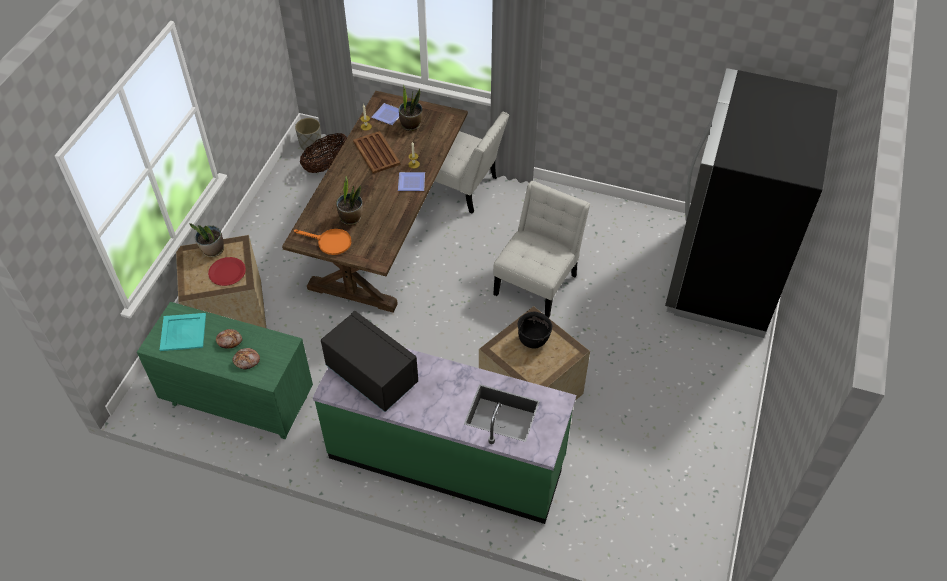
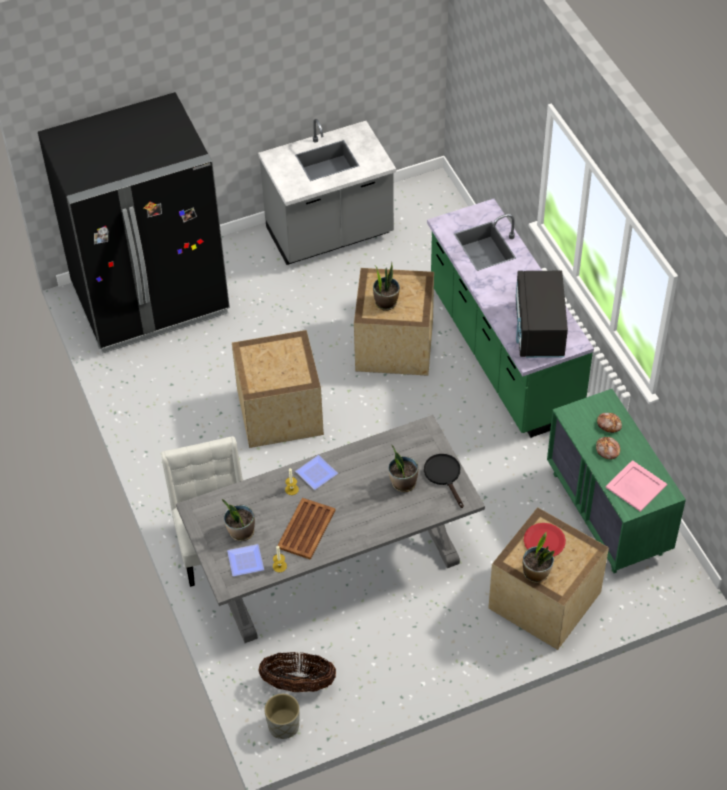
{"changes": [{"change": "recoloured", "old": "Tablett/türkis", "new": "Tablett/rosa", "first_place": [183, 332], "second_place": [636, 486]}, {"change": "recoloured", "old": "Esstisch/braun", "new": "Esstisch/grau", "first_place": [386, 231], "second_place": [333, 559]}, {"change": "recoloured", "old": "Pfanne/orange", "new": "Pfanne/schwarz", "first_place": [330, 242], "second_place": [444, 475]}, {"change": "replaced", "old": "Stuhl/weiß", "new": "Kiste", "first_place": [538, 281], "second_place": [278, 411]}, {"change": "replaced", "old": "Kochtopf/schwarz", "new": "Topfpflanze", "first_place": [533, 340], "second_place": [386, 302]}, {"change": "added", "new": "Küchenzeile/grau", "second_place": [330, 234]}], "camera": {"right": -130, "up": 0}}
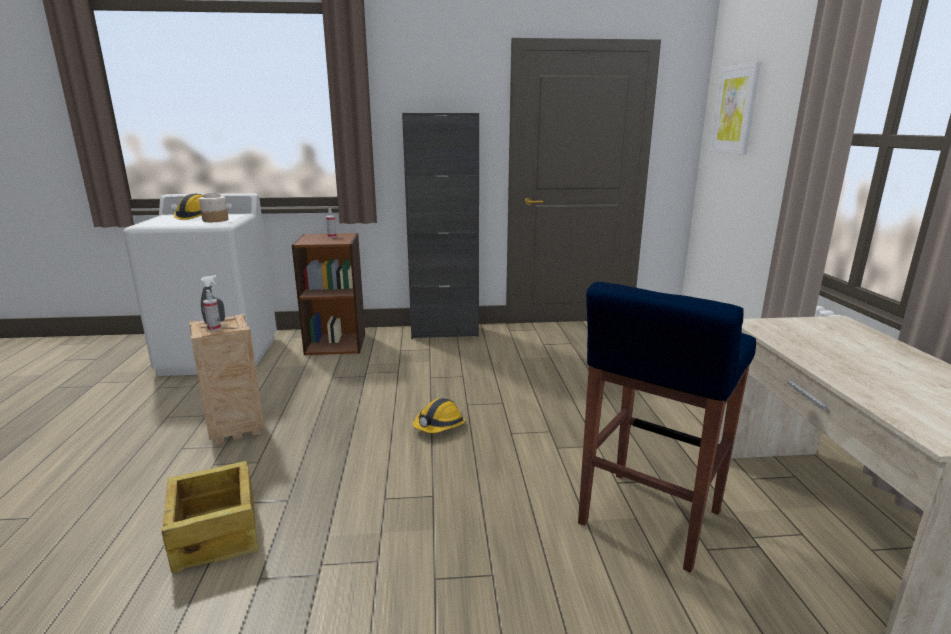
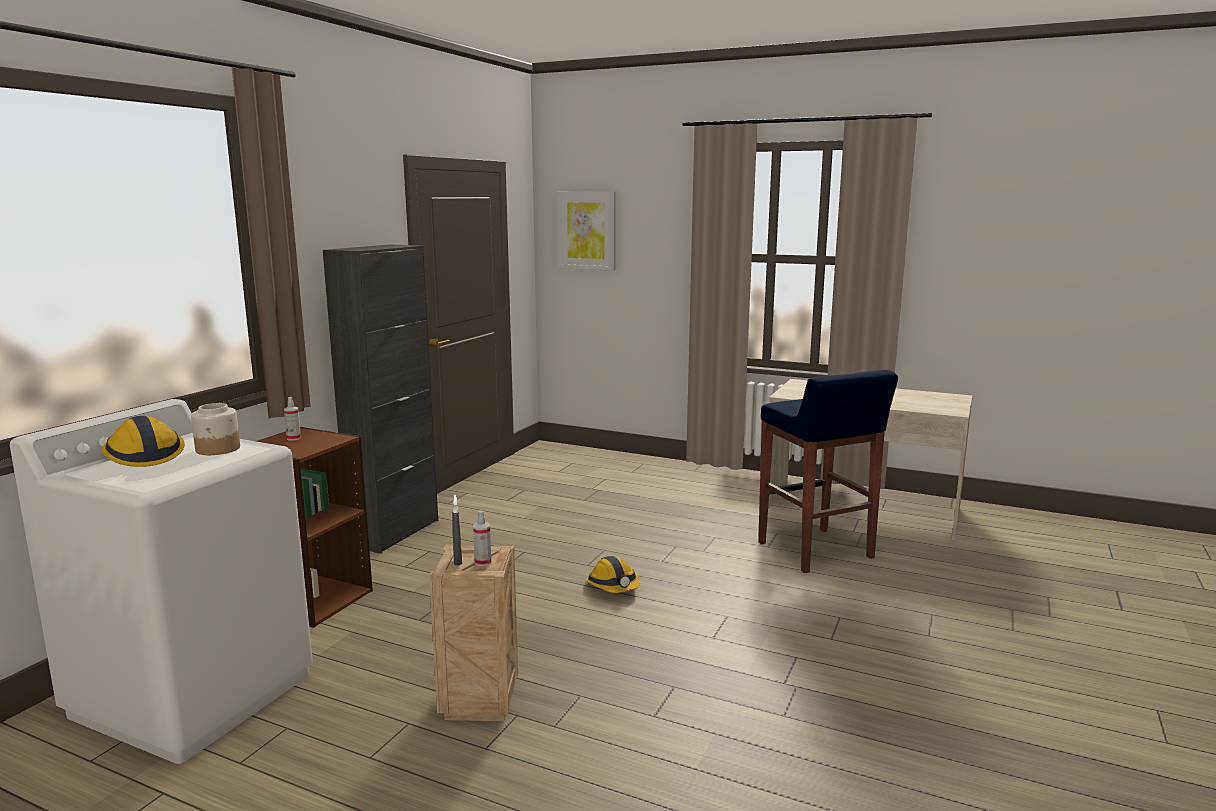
{"changes": [{"change": "removed", "old": "Kiste", "first_place": [217, 532]}], "camera": {"right": -60, "up": -5}}
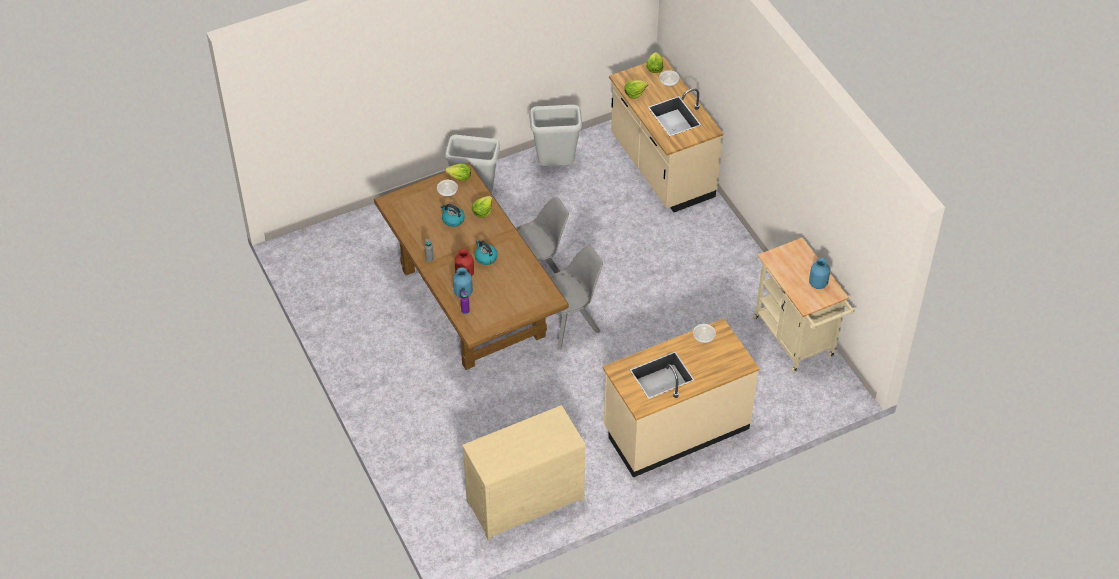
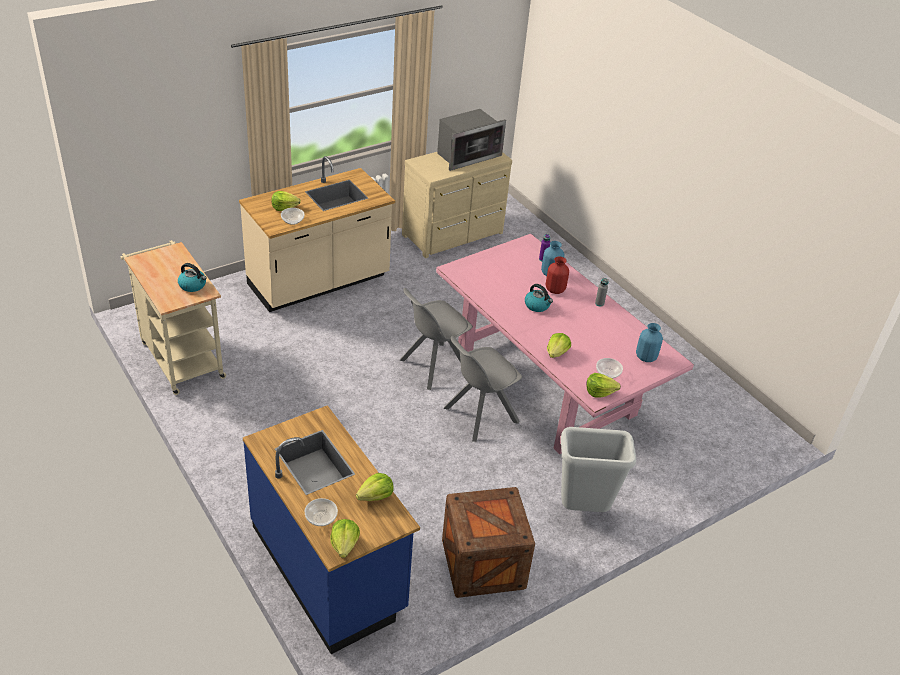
{"changes": [{"change": "recoloured", "old": "Esstisch/braun", "new": "Esstisch/rosa", "first_place": [473, 303], "second_place": [545, 383]}, {"change": "moved", "old": "Wasserkessel", "first_place": [453, 220], "second_place": [193, 285]}, {"change": "replaced", "old": "Mülleimer/grau", "new": "Kiste", "first_place": [556, 165], "second_place": [483, 564]}, {"change": "recoloured", "old": "Küchenzeile/beige", "new": "Küchenzeile/blau", "first_place": [661, 168], "second_place": [329, 568]}, {"change": "moved", "old": "Vase/blau", "first_place": [818, 284], "second_place": [645, 357]}, {"change": "added", "new": "Salatkopf", "second_place": [284, 207]}, {"change": "added", "new": "Mikrowelle", "second_place": [467, 155]}], "camera": {"right": 170, "up": -10}}
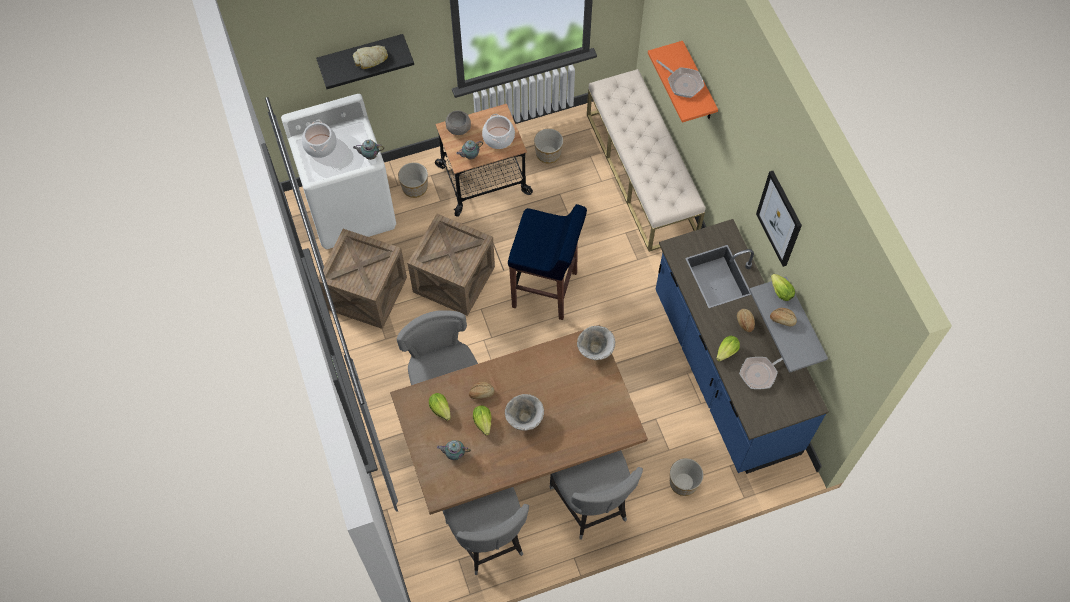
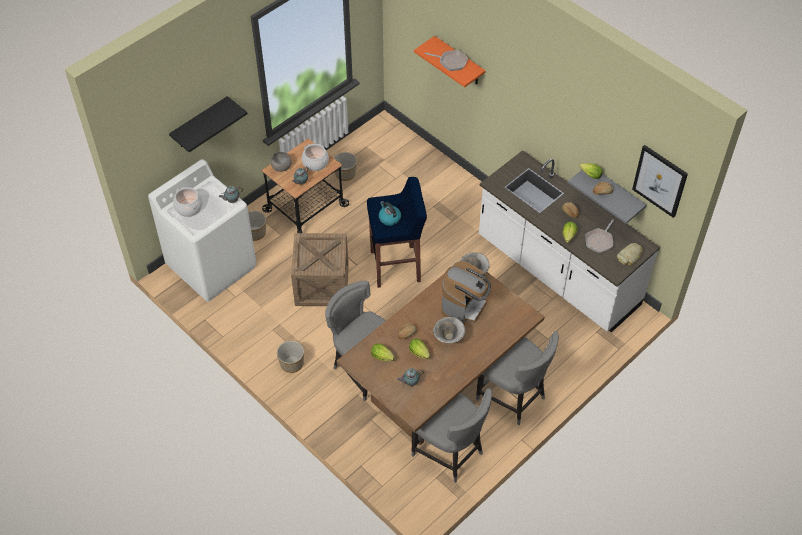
{"changes": [{"change": "removed", "old": "Kiste", "first_place": [366, 293]}, {"change": "moved", "old": "Brot", "first_place": [371, 59], "second_place": [630, 256]}, {"change": "removed", "old": "Bank/beige", "first_place": [641, 174]}, {"change": "recoloured", "old": "Küchenzeile/blau", "new": "Küchenzeile/weiß", "first_place": [724, 373], "second_place": [557, 272]}, {"change": "moved", "old": "Pflanzkübel", "first_place": [683, 483], "second_place": [291, 364]}, {"change": "moved", "old": "Bild", "first_place": [779, 218], "second_place": [660, 180]}, {"change": "added", "new": "Wasserkessel", "second_place": [389, 218]}, {"change": "added", "new": "Kaffeemaschine", "second_place": [464, 306]}], "camera": {"right": -25, "up": -10}}
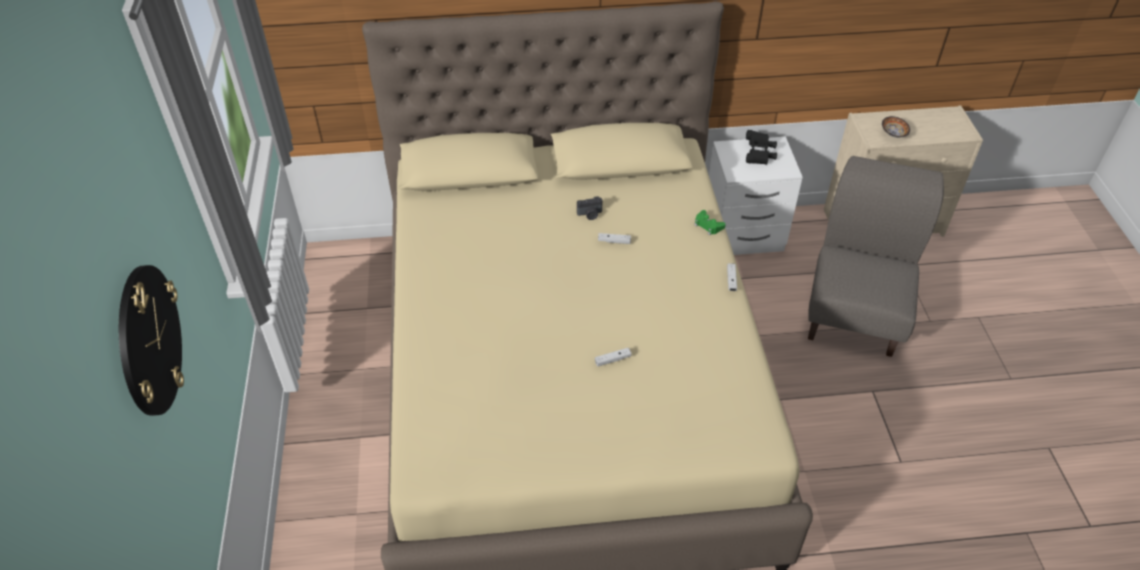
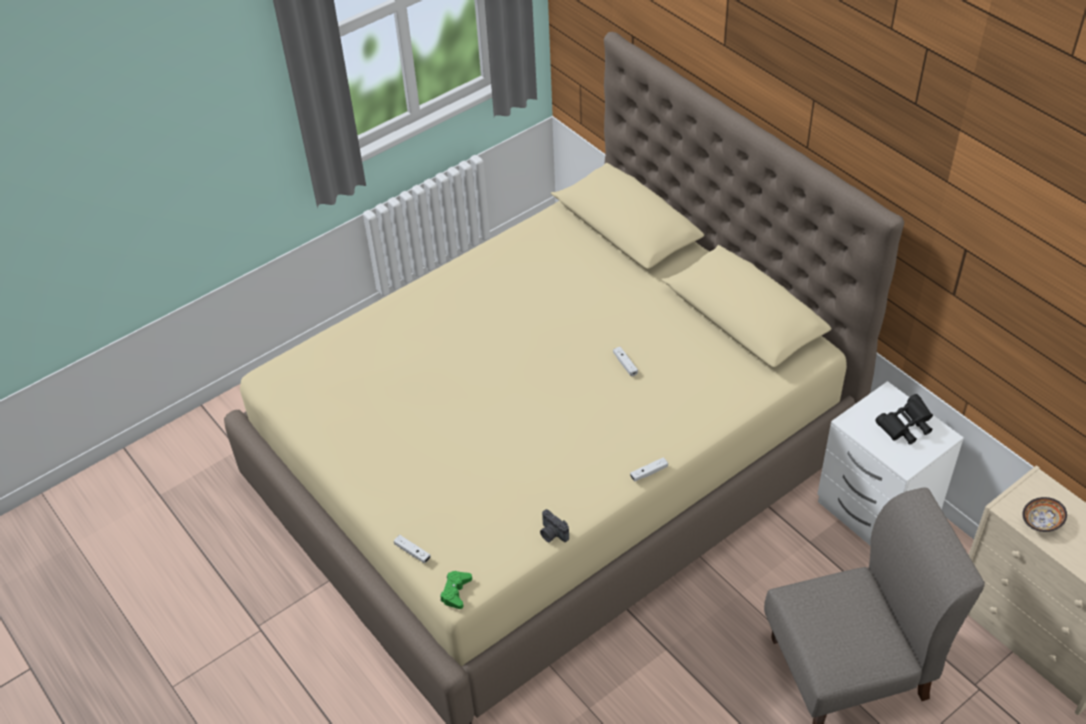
{"changes": [{"change": "removed", "old": "Wanduhr", "first_place": [149, 340]}, {"change": "moved", "old": "Kamera", "first_place": [590, 214], "second_place": [552, 534]}, {"change": "moved", "old": "Gamepad/weiß", "first_place": [612, 360], "second_place": [412, 552]}, {"change": "moved", "old": "Gamepad/grün", "first_place": [708, 225], "second_place": [456, 592]}], "camera": {"right": 60, "up": 0}}
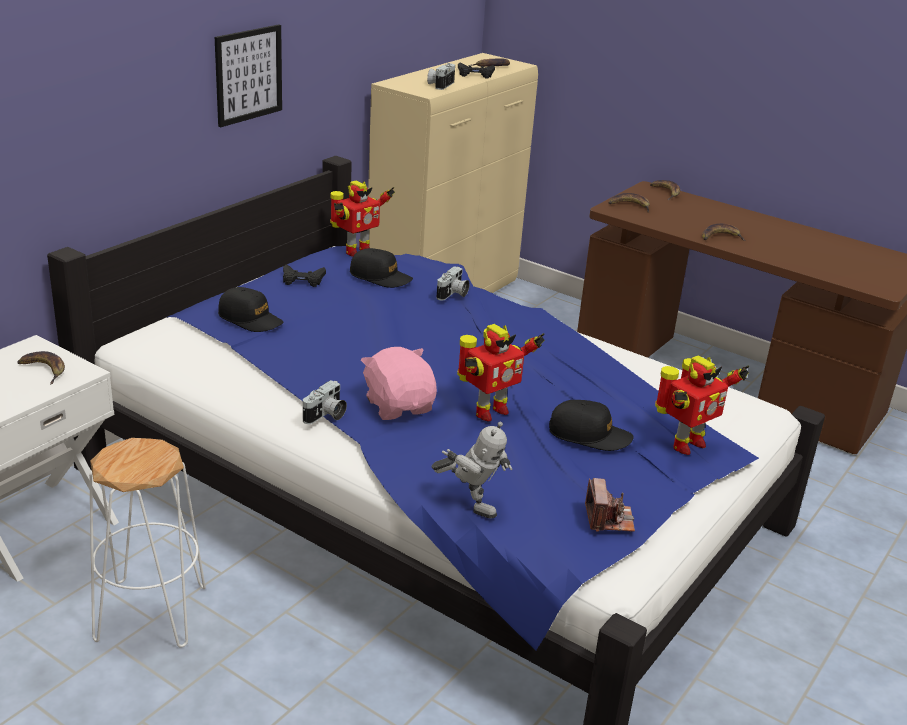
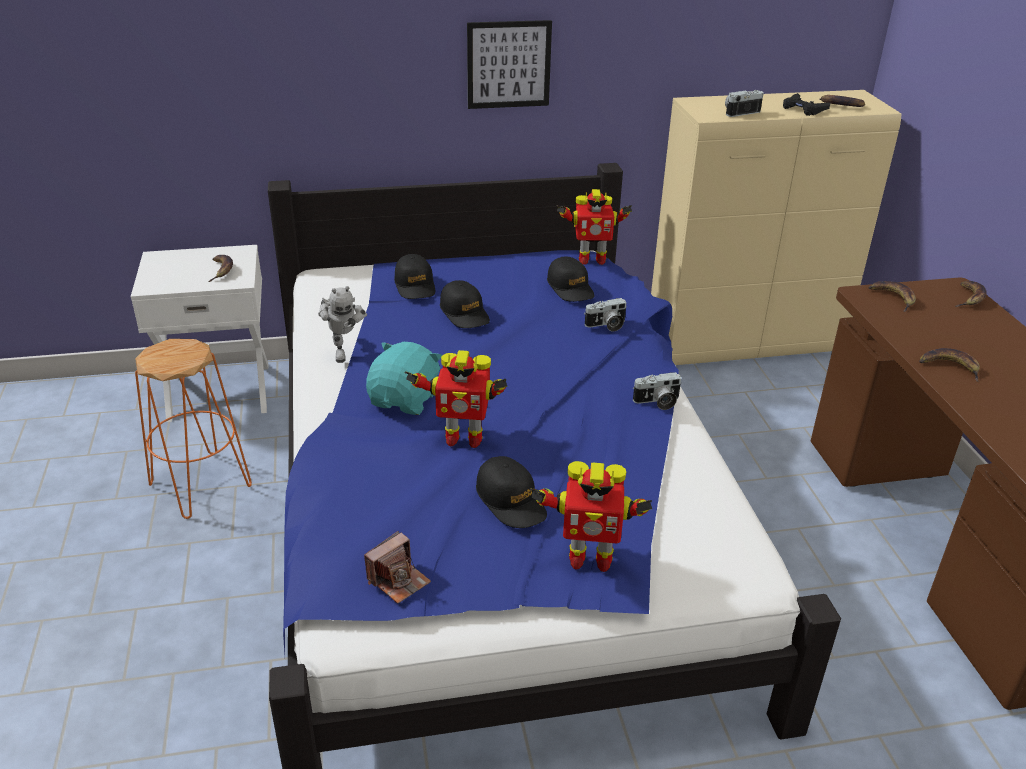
{"changes": [{"change": "recoloured", "old": "Hocker/weiß", "new": "Hocker/orange", "first_place": [151, 612], "second_place": [201, 484]}, {"change": "removed", "old": "Gamepad/schwarz", "first_place": [302, 279]}, {"change": "moved", "old": "Kamera", "first_place": [326, 416], "second_place": [657, 402]}, {"change": "recoloured", "old": "Plüschtier/rosa", "new": "Plüschtier/türkis", "first_place": [399, 406], "second_place": [405, 400]}, {"change": "moved", "old": "Spielzeugroboter", "first_place": [470, 504], "second_place": [343, 351]}, {"change": "added", "new": "Kappe/schwarz", "second_place": [465, 313]}], "camera": {"right": 45, "up": 5}}
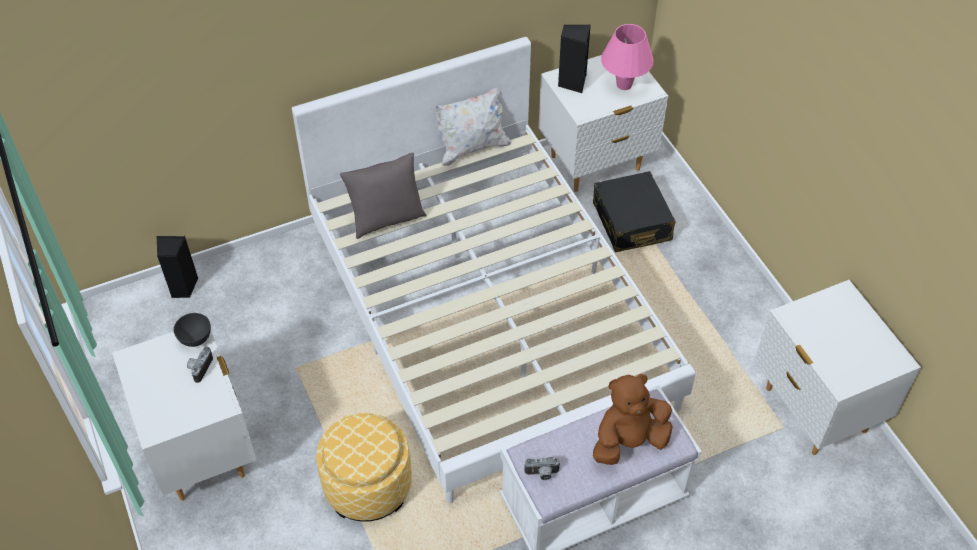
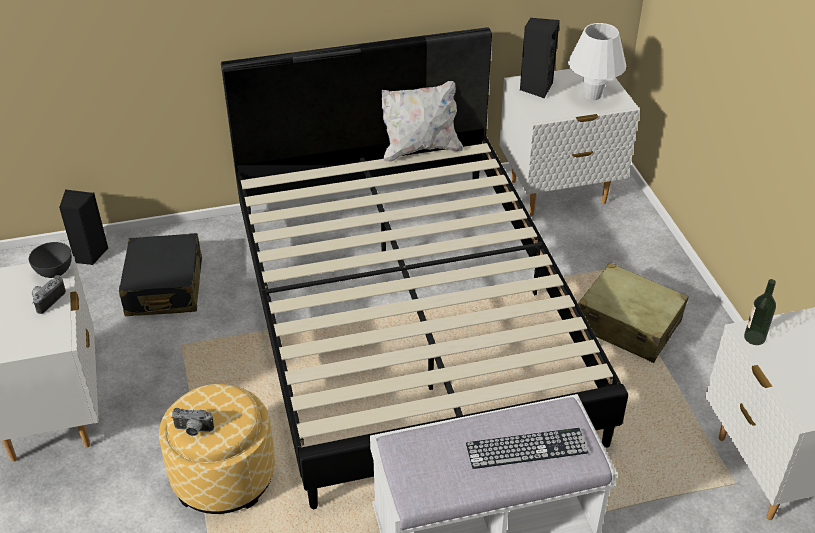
{"changes": [{"change": "recoloured", "old": "Bett/weiß", "new": "Bett/schwarz", "first_place": [489, 313], "second_place": [408, 318]}, {"change": "removed", "old": "Kissen/grau", "first_place": [386, 219]}, {"change": "moved", "old": "Kamera", "first_place": [542, 474], "second_place": [193, 431]}, {"change": "moved", "old": "Koffer/schwarz", "first_place": [631, 222], "second_place": [164, 288]}, {"change": "replaced", "old": "Plüschtier/braun", "new": "Tastatur", "first_place": [628, 441], "second_place": [526, 448]}, {"change": "recoloured", "old": "Tischlampe/rosa", "new": "Tischlampe/weiß", "first_place": [624, 85], "second_place": [592, 95]}, {"change": "added", "new": "Koffer/beige", "second_place": [627, 324]}, {"change": "added", "new": "Flasche", "second_place": [754, 338]}], "camera": {"right": 10, "up": -10}}
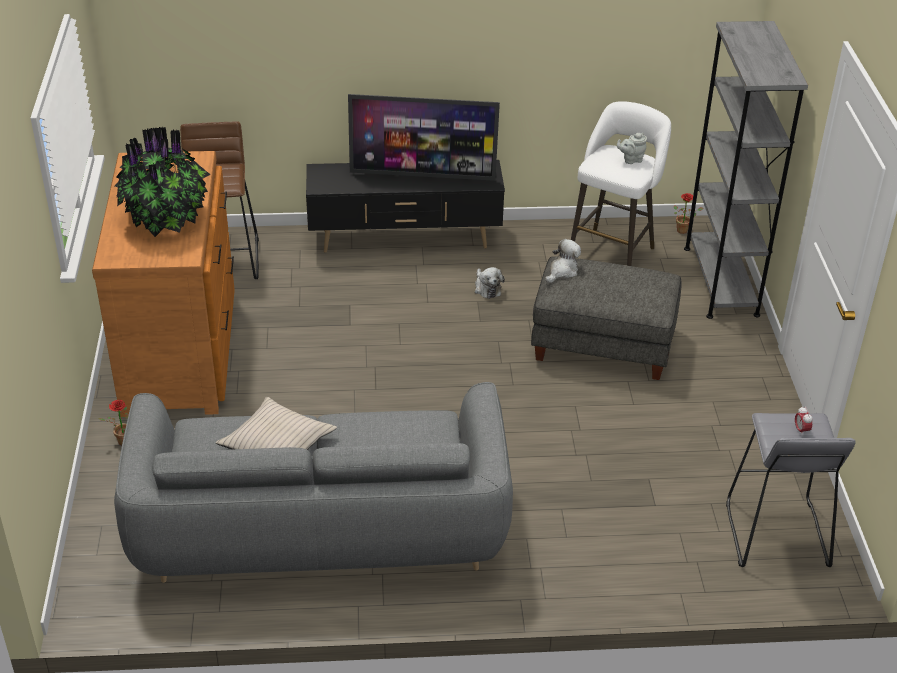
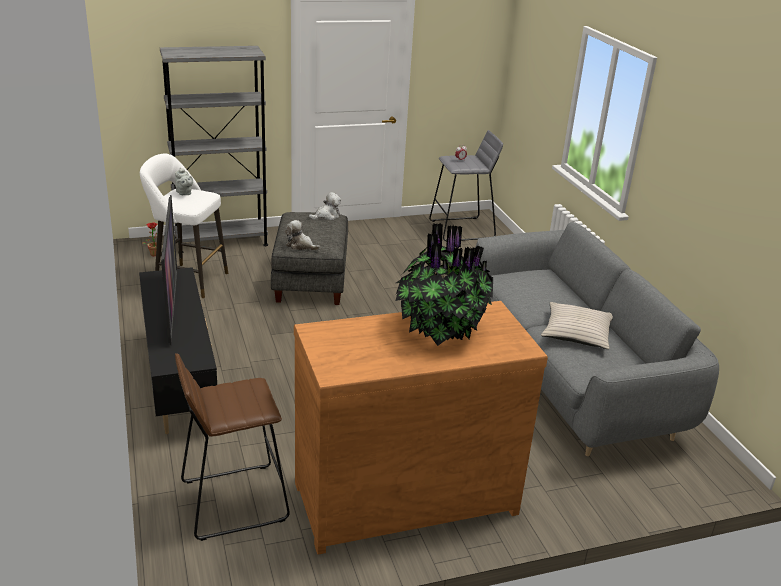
{"changes": [{"change": "removed", "old": "Topfpflanze", "first_place": [121, 442]}, {"change": "moved", "old": "Plüschtier", "first_place": [487, 288], "second_place": [326, 216]}], "camera": {"right": -105, "up": -10}}
